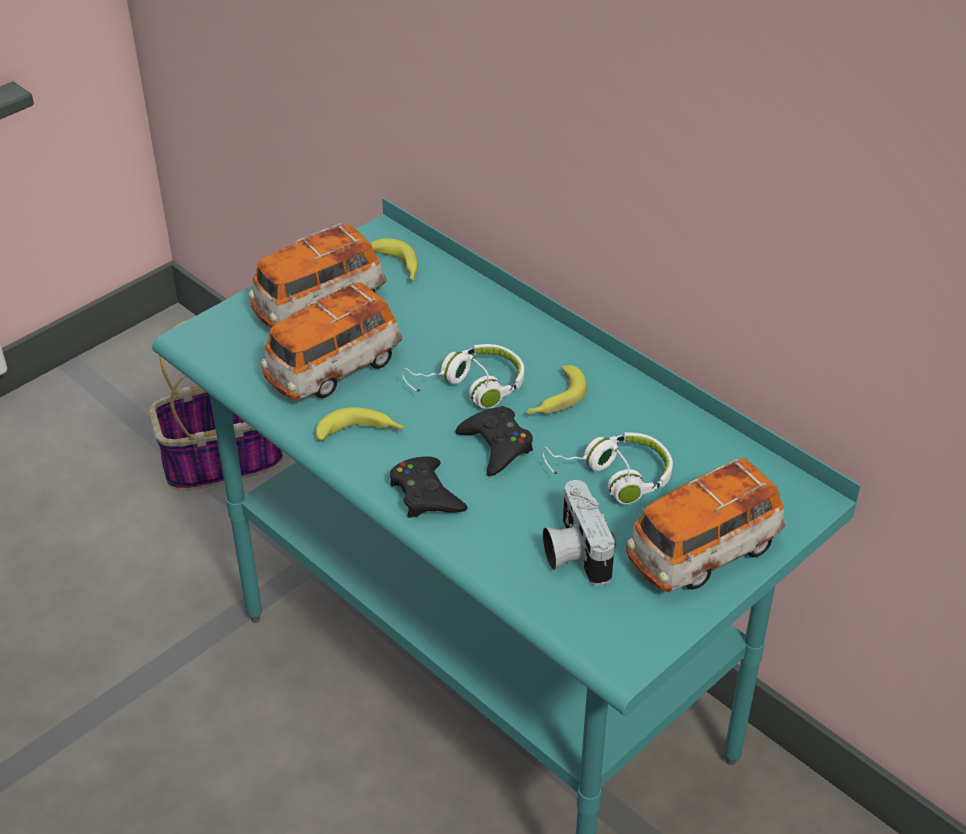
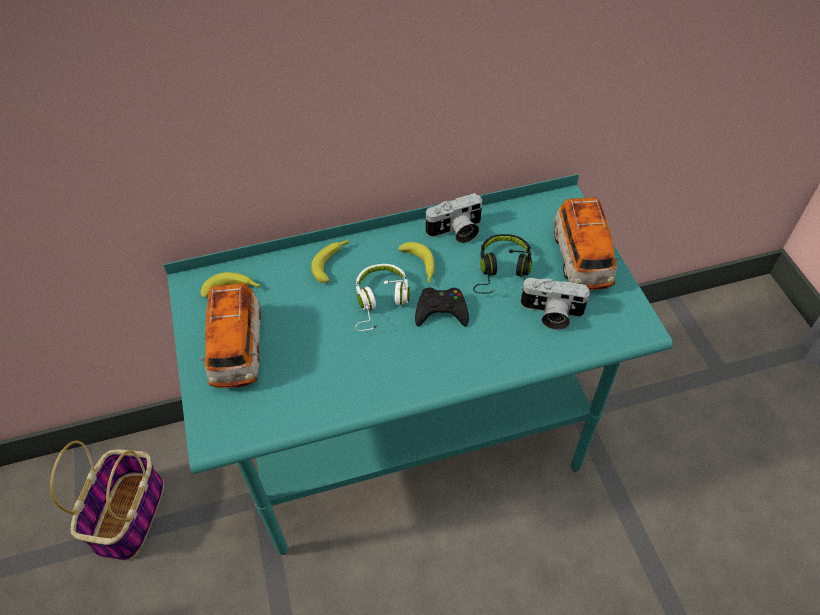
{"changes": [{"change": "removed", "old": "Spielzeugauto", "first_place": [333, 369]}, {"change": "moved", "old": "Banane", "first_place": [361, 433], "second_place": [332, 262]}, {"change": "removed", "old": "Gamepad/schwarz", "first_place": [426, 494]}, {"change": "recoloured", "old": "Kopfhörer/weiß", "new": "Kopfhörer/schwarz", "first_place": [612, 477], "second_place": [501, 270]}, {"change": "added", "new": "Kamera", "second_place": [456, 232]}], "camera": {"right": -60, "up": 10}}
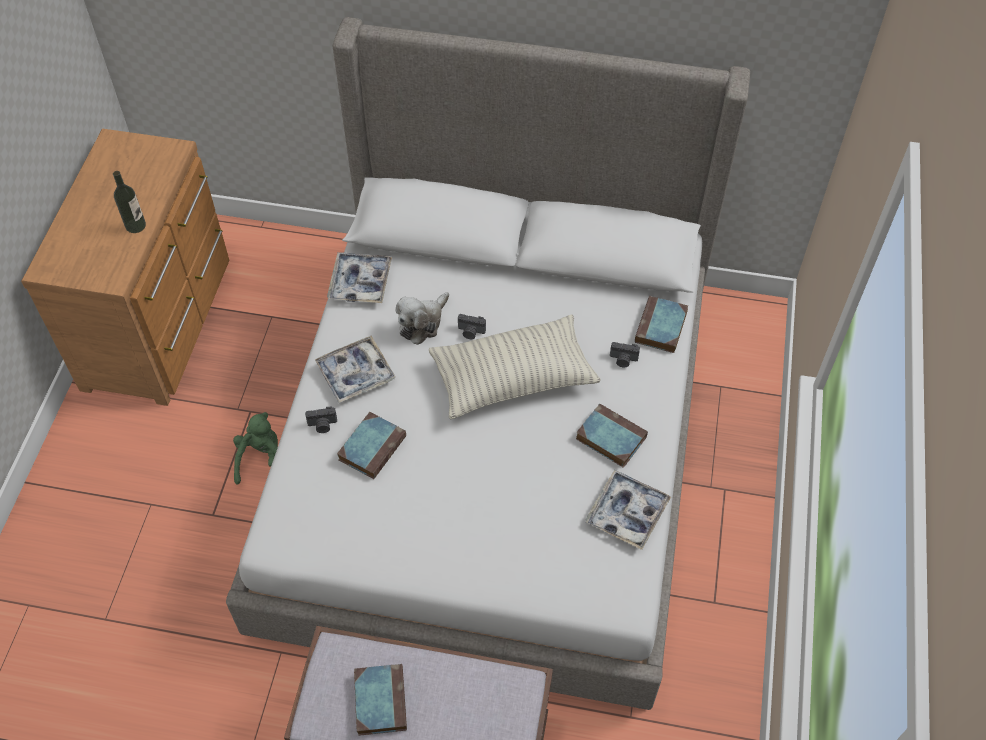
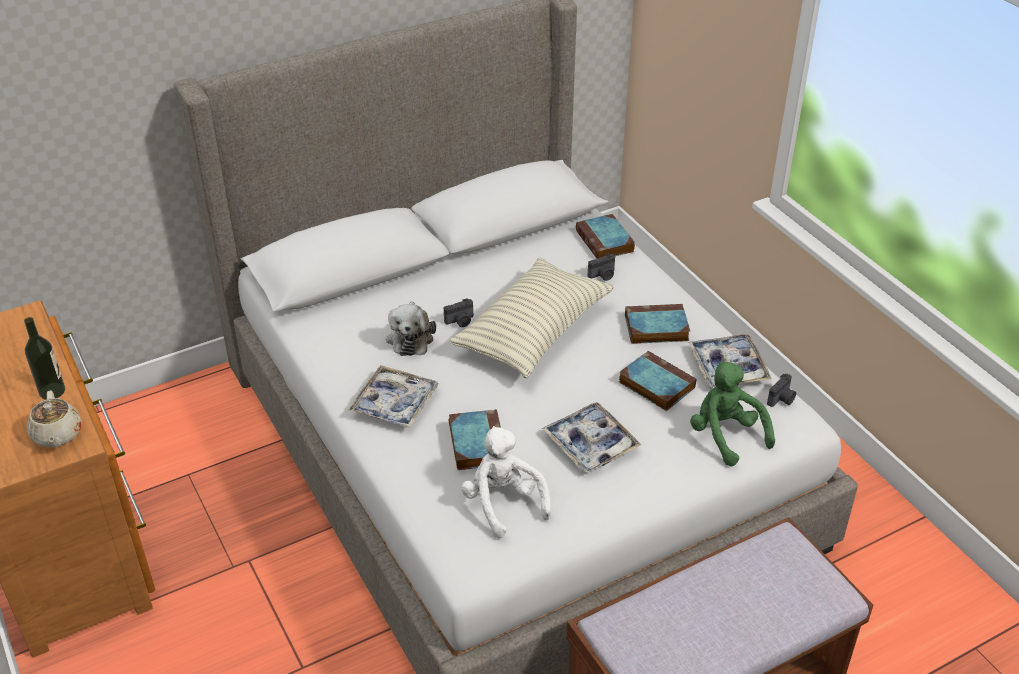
{"changes": [{"change": "moved", "old": "Plüschtier/grün", "first_place": [263, 462], "second_place": [726, 435]}, {"change": "moved", "old": "Kamera", "first_place": [322, 425], "second_place": [782, 399]}, {"change": "moved", "old": "Tablett", "first_place": [360, 282], "second_place": [590, 444]}, {"change": "moved", "old": "Buch", "first_place": [380, 700], "second_place": [654, 384]}, {"change": "added", "new": "Teekanne/beige", "second_place": [57, 435]}, {"change": "added", "new": "Plüschtier/weiß", "second_place": [503, 503]}], "camera": {"right": -40, "up": -15}}
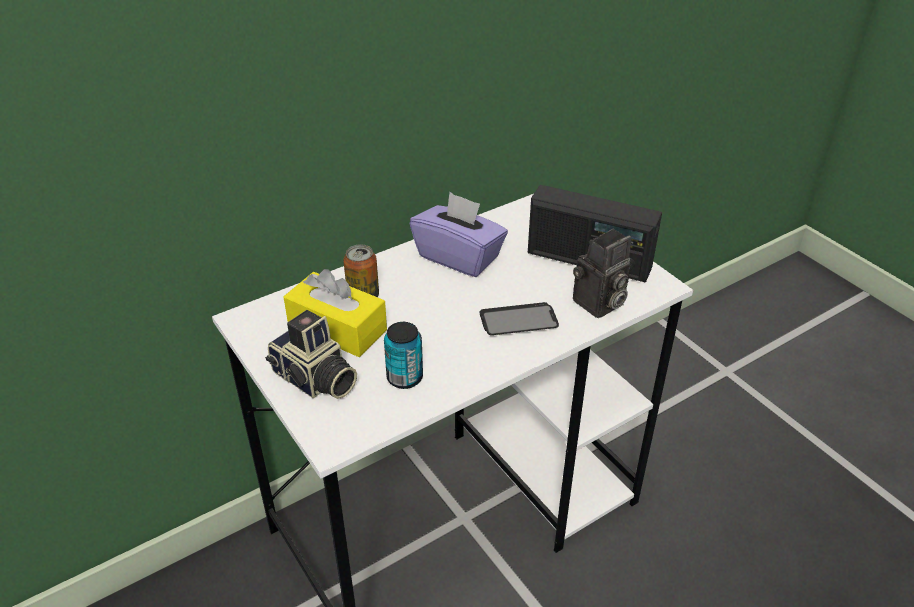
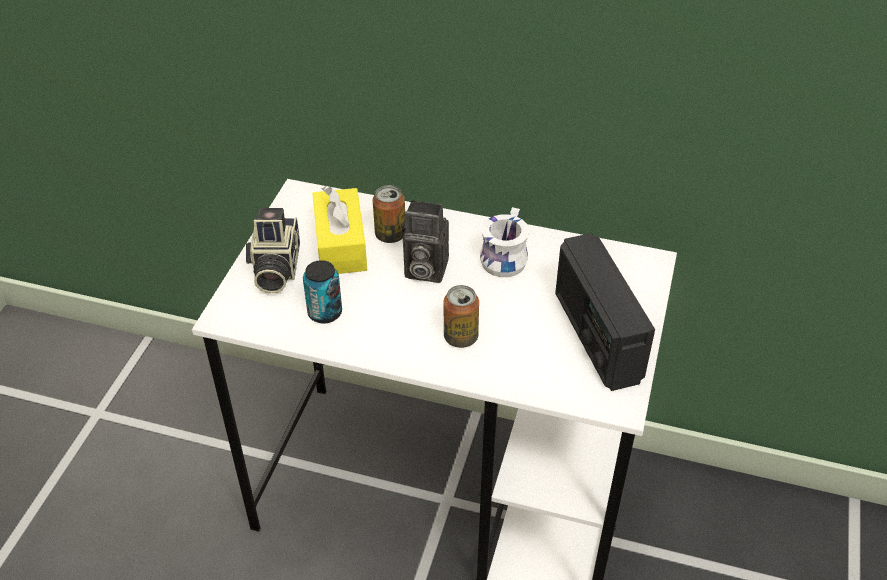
{"changes": [{"change": "replaced", "old": "Taschentuchbox/lila", "new": "Henkelbecher/weiß", "first_place": [459, 257], "second_place": [502, 256]}, {"change": "replaced", "old": "Handy", "new": "Dose", "first_place": [518, 321], "second_place": [460, 337]}, {"change": "moved", "old": "Kamera", "first_place": [598, 305], "second_place": [423, 270]}], "camera": {"right": 50, "up": 5}}
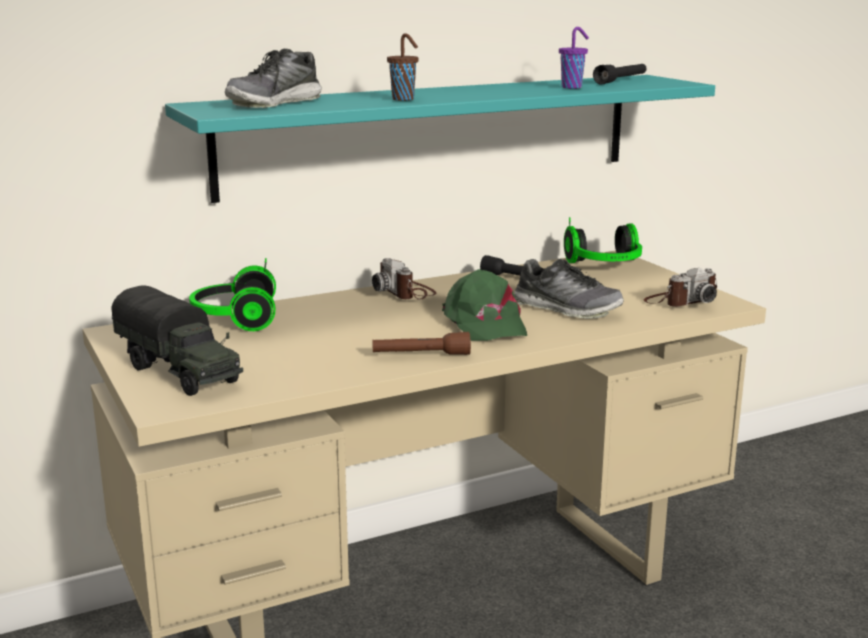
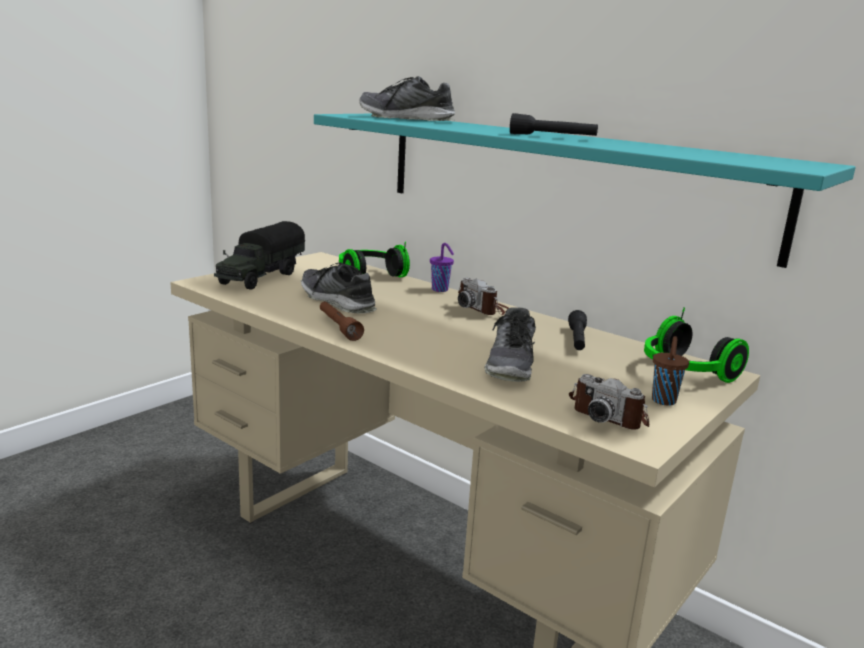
{"changes": [{"change": "turned", "old": "Kamera", "first_place": [406, 292], "second_place": [483, 308], "degrees": -75}, {"change": "moved", "old": "Tasse/braun", "first_place": [404, 99], "second_place": [663, 401]}, {"change": "removed", "old": "Kappe/grün", "first_place": [484, 324]}, {"change": "moved", "old": "Tasse/lila", "first_place": [572, 87], "second_place": [440, 290]}, {"change": "moved", "old": "Taschenlampe/schwarz", "first_place": [621, 81], "second_place": [552, 137]}, {"change": "added", "new": "Schuh", "second_place": [337, 301]}], "camera": {"right": 65, "up": 0}}
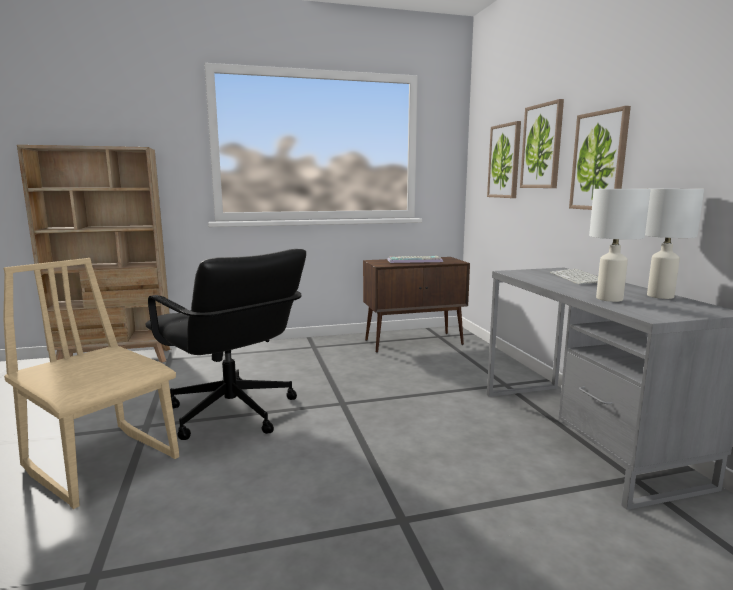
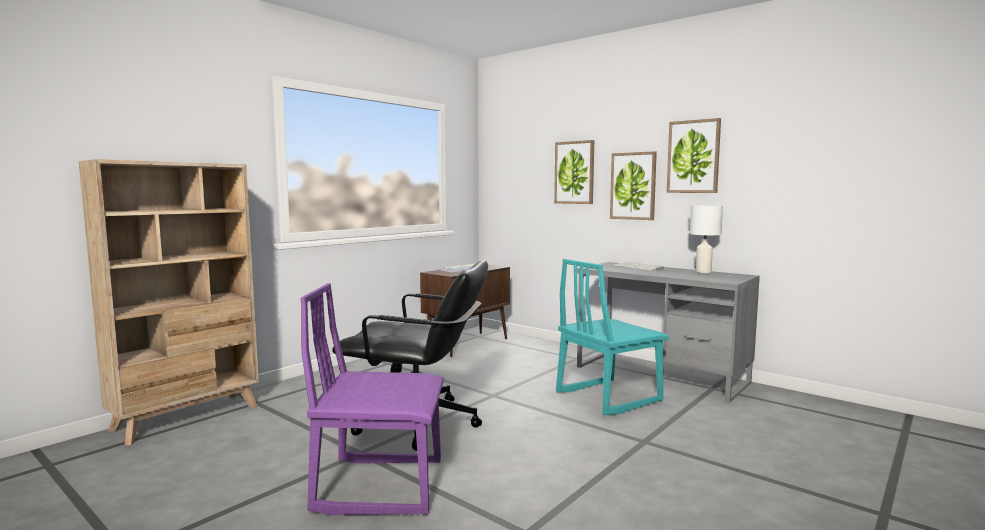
{"changes": [{"change": "recoloured", "old": "Stuhl/beige", "new": "Stuhl/lila", "first_place": [103, 462], "second_place": [380, 485]}, {"change": "moved", "old": "Bild", "first_place": [505, 161], "second_place": [693, 156]}, {"change": "removed", "old": "Tischlampe/weiß", "first_place": [610, 299]}, {"change": "added", "new": "Stuhl/türkis", "second_place": [607, 397]}], "camera": {"right": -35, "up": -5}}
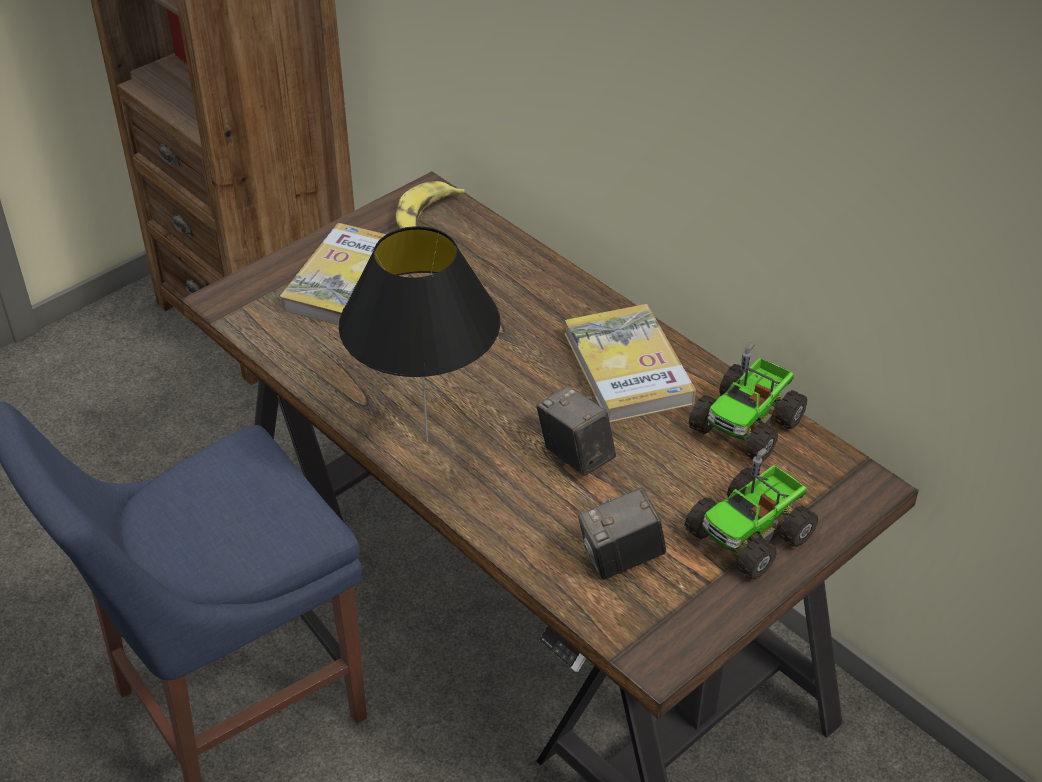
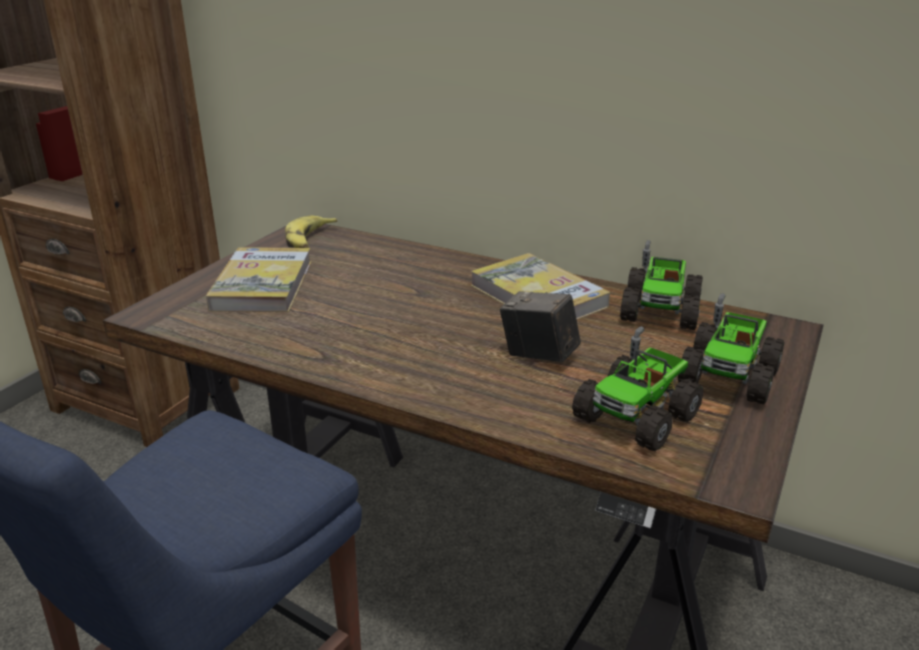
{"changes": [{"change": "removed", "old": "Tischlampe/schwarz", "first_place": [427, 441]}, {"change": "replaced", "old": "Kamera", "new": "Spielzeuglaster", "first_place": [621, 559], "second_place": [637, 416]}], "camera": {"right": -20, "up": -15}}
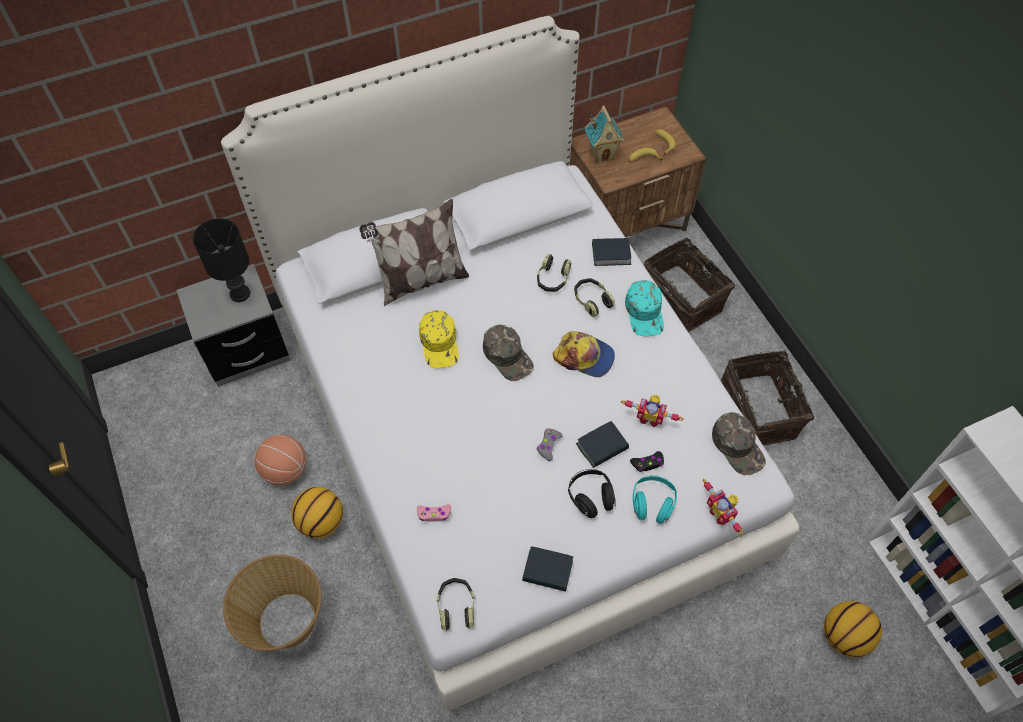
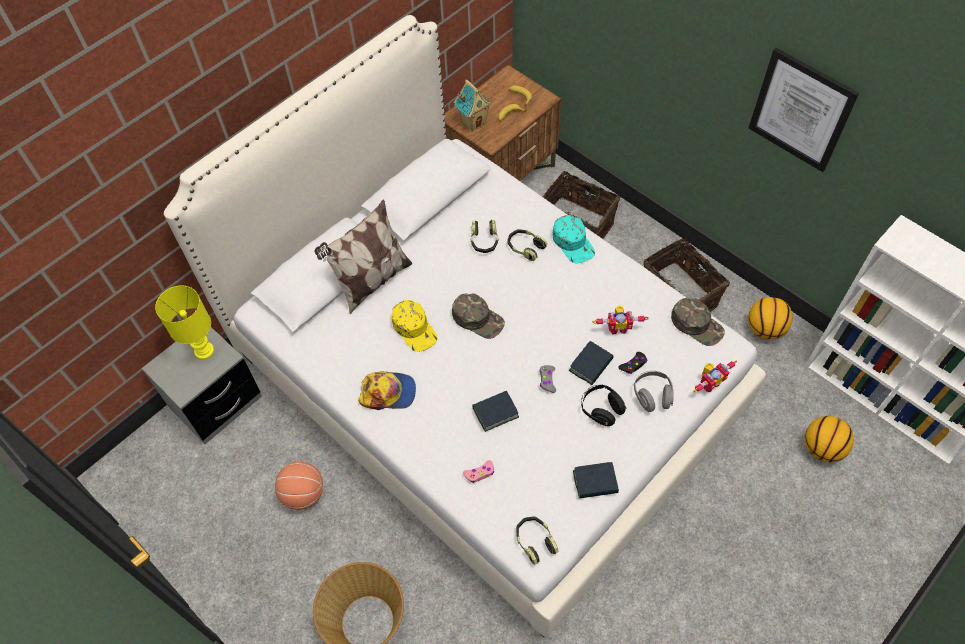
{"changes": [{"change": "recoloured", "old": "Tischlampe/schwarz", "new": "Tischlampe/gelb", "first_place": [240, 294], "second_place": [205, 351]}, {"change": "moved", "old": "Basketball", "first_place": [321, 522], "second_place": [765, 329]}, {"change": "moved", "old": "Kappe", "first_place": [584, 357], "second_place": [388, 393]}, {"change": "moved", "old": "Buch", "first_place": [611, 254], "second_place": [495, 412]}, {"change": "recoloured", "old": "Kopfhörer/türkis", "new": "Kopfhörer/grau", "first_place": [652, 504], "second_place": [652, 396]}, {"change": "turned", "old": "Spielzeugroboter", "first_place": [721, 514], "second_place": [709, 383], "degrees": -75}, {"change": "added", "new": "Bild", "second_place": [801, 110]}], "camera": {"right": -20, "up": 0}}
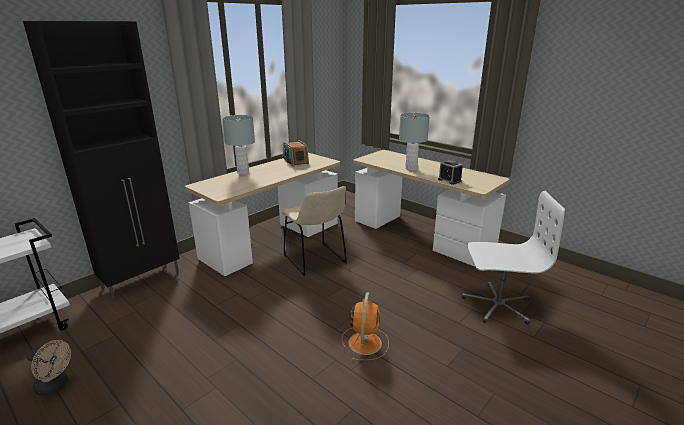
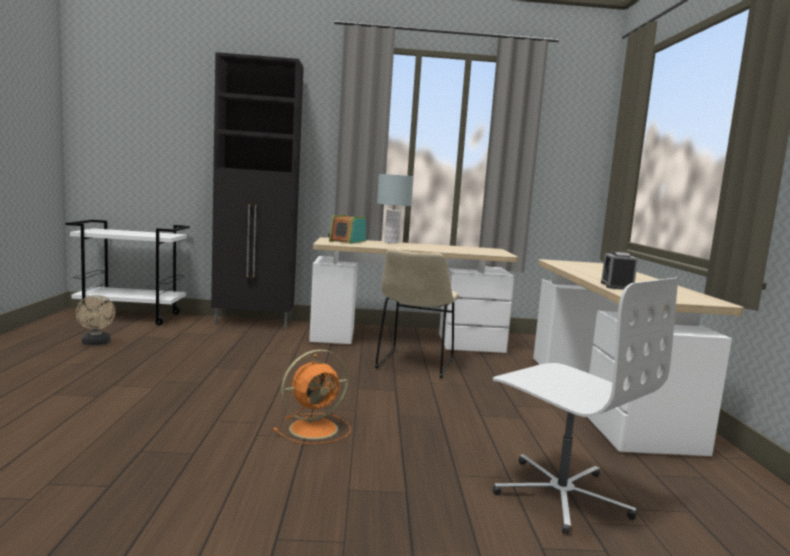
{"changes": [{"change": "moved", "old": "Radio", "first_place": [295, 161], "second_place": [347, 241]}, {"change": "removed", "old": "Tischlampe/grau", "first_place": [411, 168]}], "camera": {"right": 45, "up": -15}}
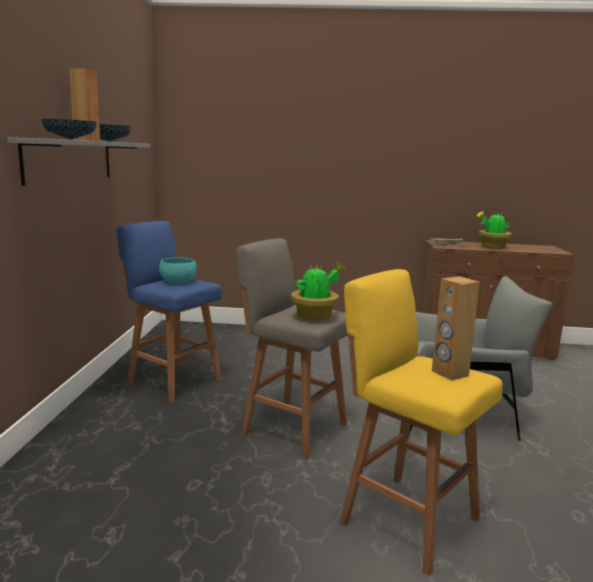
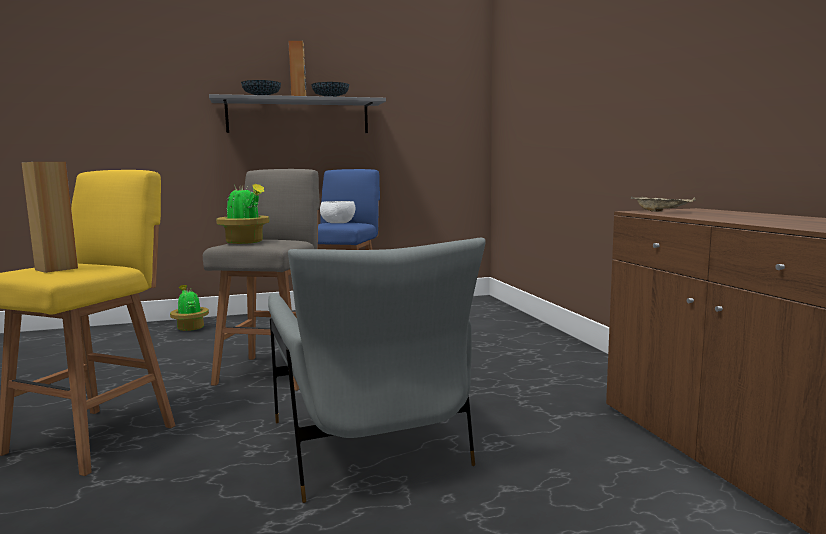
{"changes": [{"change": "recoloured", "old": "Schüssel/türkis", "new": "Schüssel/weiß", "first_place": [178, 282], "second_place": [337, 223]}, {"change": "moved", "old": "Topfpflanze", "first_place": [492, 247], "second_place": [190, 328]}], "camera": {"right": 70, "up": -5}}
